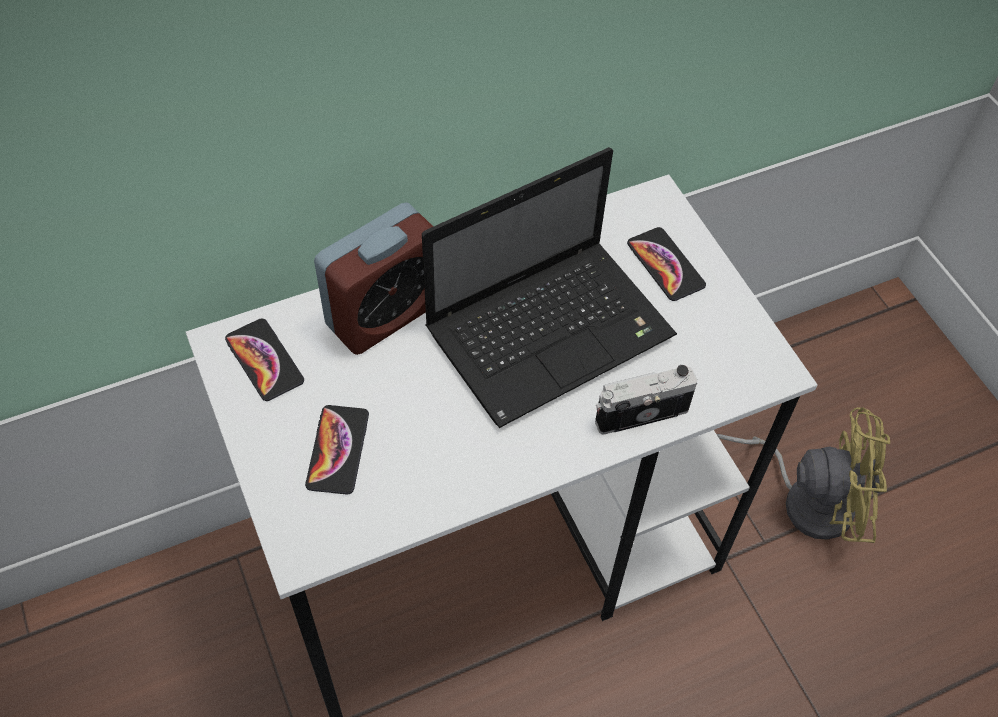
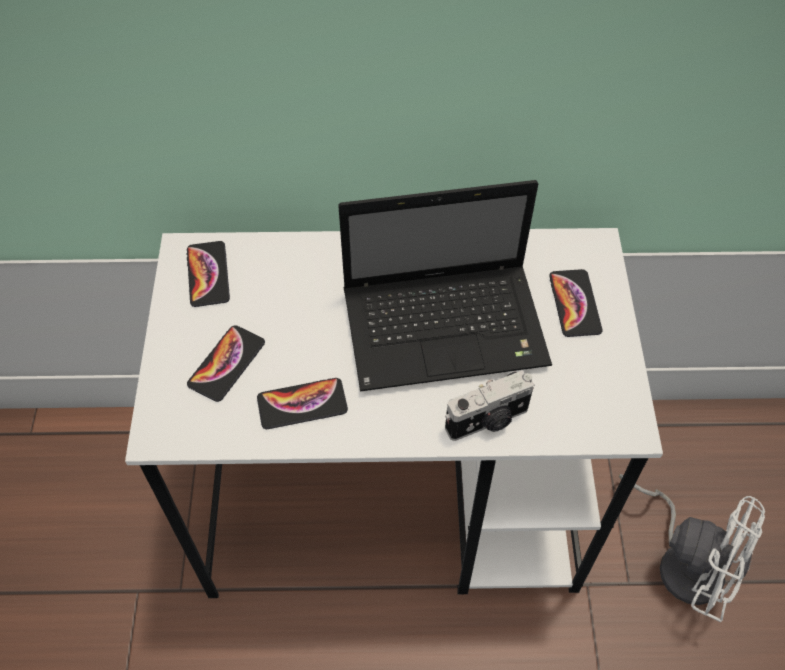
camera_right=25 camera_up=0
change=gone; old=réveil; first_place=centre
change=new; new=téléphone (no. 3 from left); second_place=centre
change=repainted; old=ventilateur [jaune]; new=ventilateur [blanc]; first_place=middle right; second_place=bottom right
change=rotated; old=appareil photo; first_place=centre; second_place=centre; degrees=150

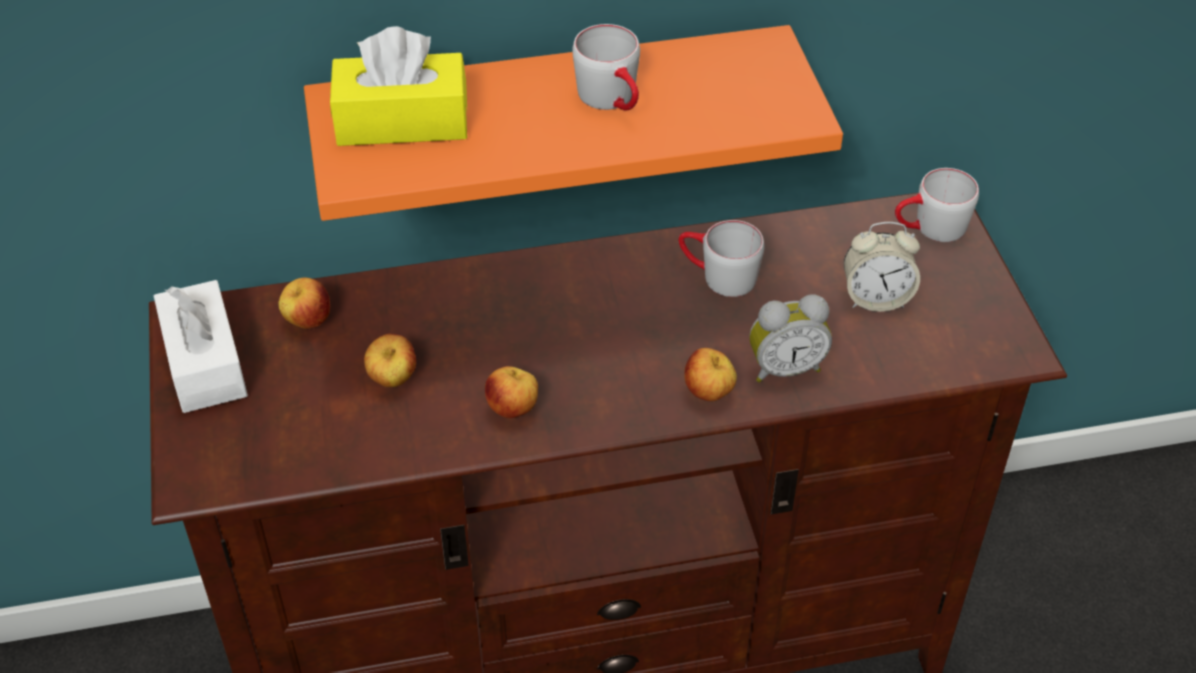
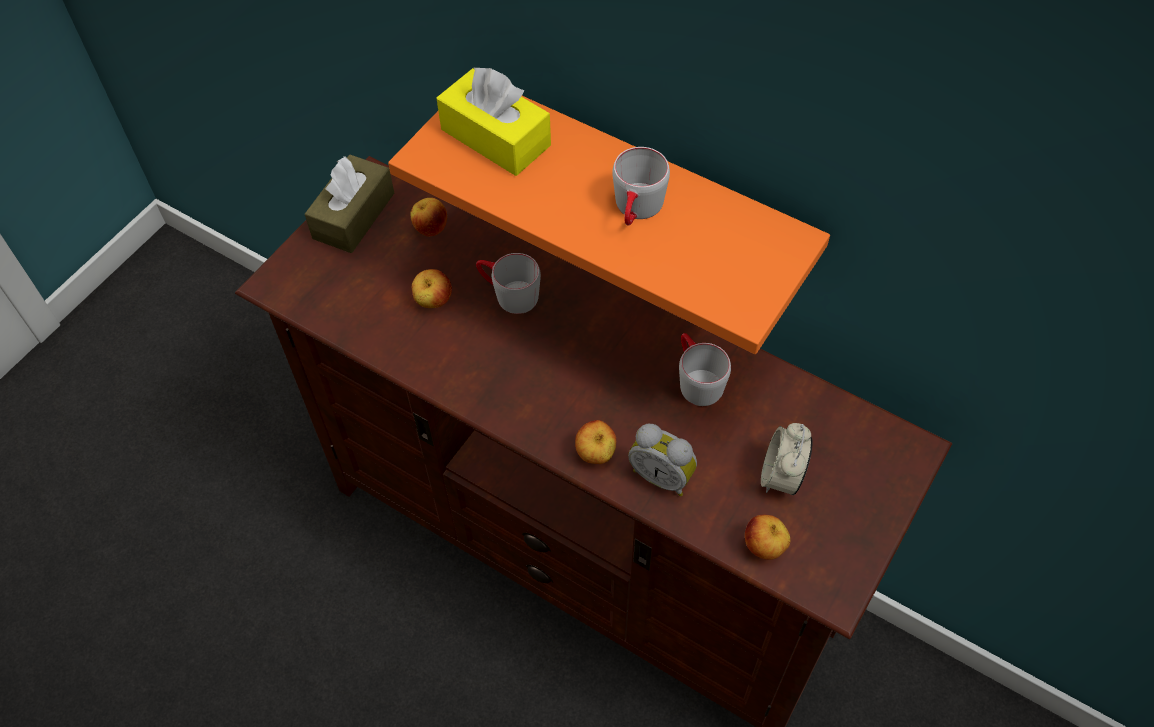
camera_right=45 camera_up=10
change=shifted; old=pomme (no. 3 from left in the first image); new=pomme (no. 4 from left); first_place=centre; second_place=bottom centre
change=shifted; old=mug [gris] (no. 3 from left in the first image); new=mug [gris] (no. 1 from left); first_place=top right; second_place=centre
change=repainted; old=boîte à mouchoirs [blanc]; new=boîte à mouchoirs [marron]; first_place=middle left; second_place=top left
change=rotated; old=réveil (no. 2 from left); first_place=middle right; second_place=middle right; degrees=60

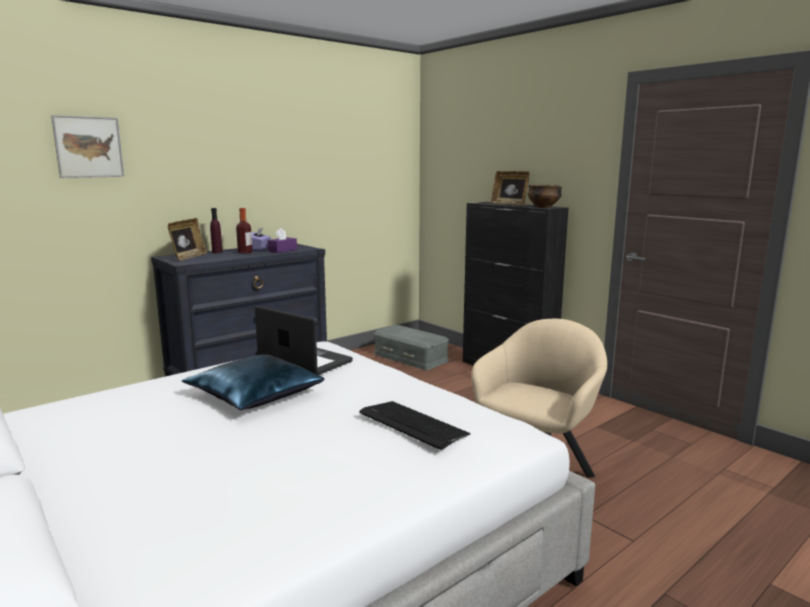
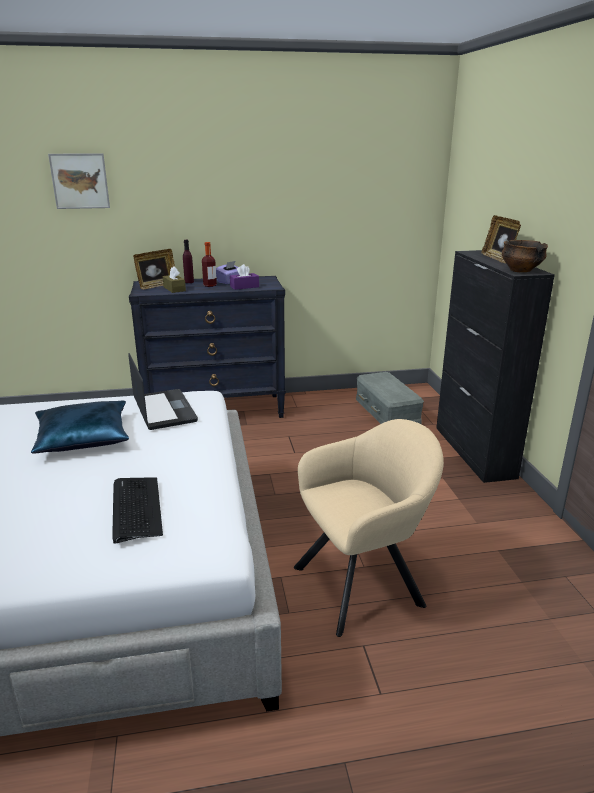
camera_right=30 camera_up=10
change=new; new=boîte à mouchoirs [marron]; second_place=middle left

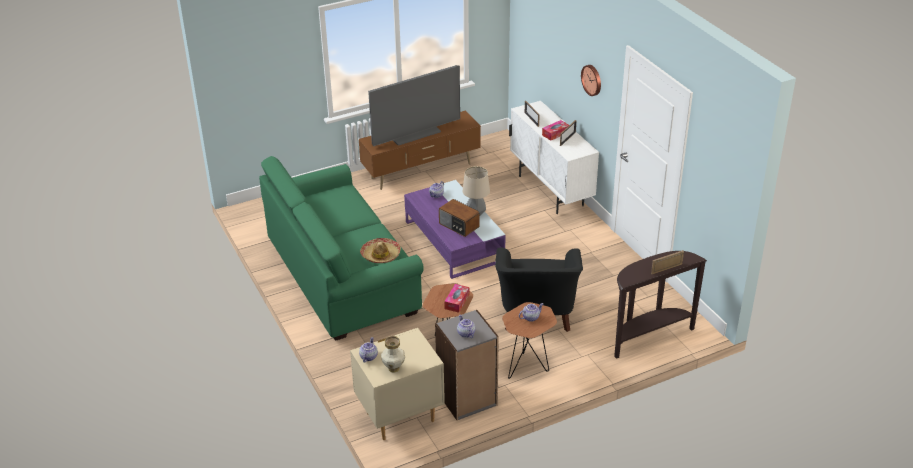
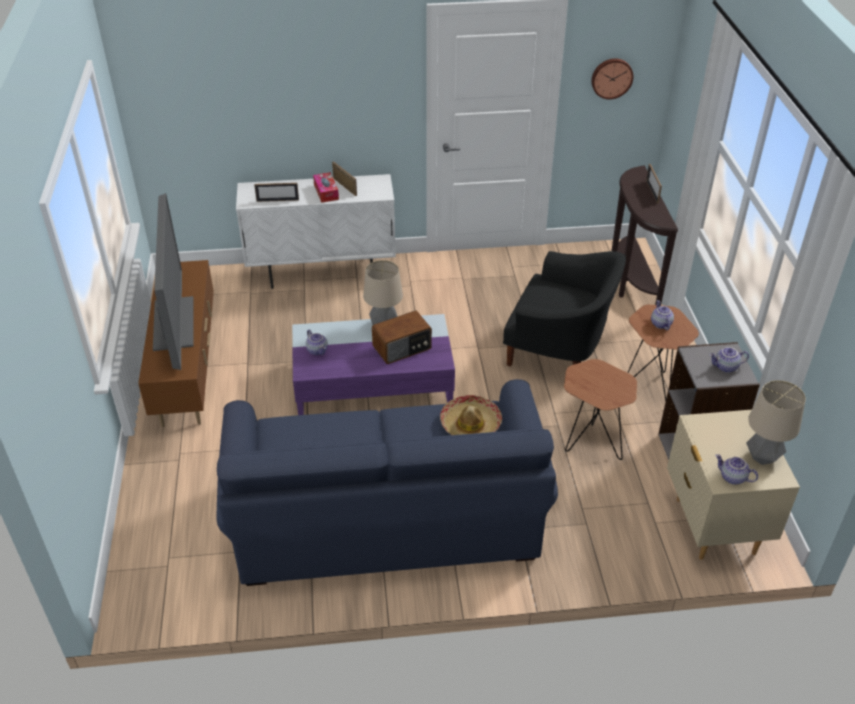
camera_right=-70 camera_up=5
change=gone; old=boîte à mouchoirs (no. 1 from left); first_place=centre
change=shifted; old=horloge murale; first_place=top centre; second_place=top right
change=swapped; old=vase; new=lampe de table (no. 2 from left); first_place=bottom centre; second_place=middle right
change=repainted; old=canapé [vert]; new=canapé [bleu]; first_place=centre; second_place=bottom centre

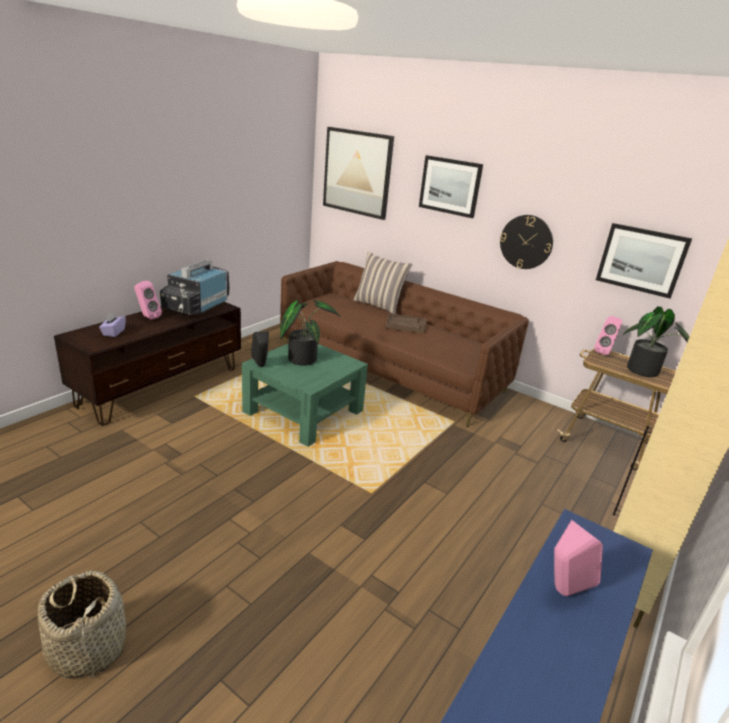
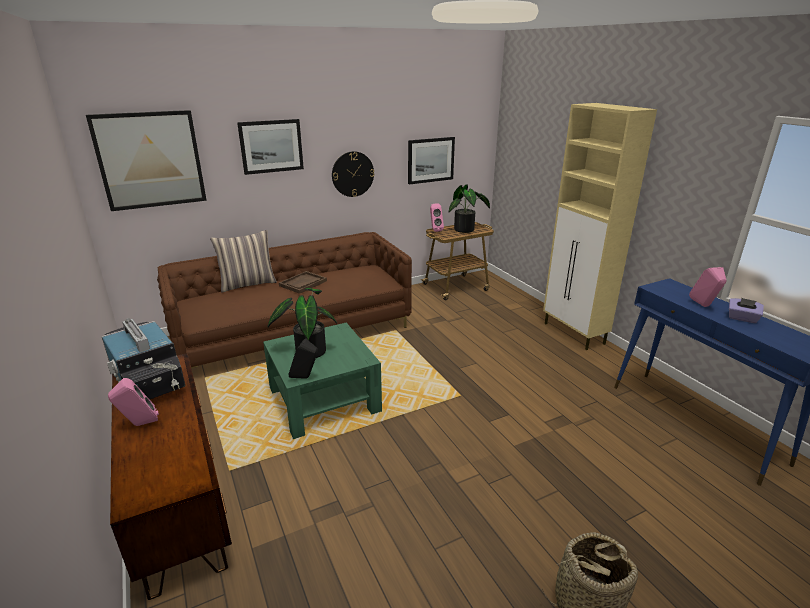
camera_right=-60 camera_up=0
change=shifted; old=boîte à mouchoirs [violet]; first_place=middle left; second_place=middle right

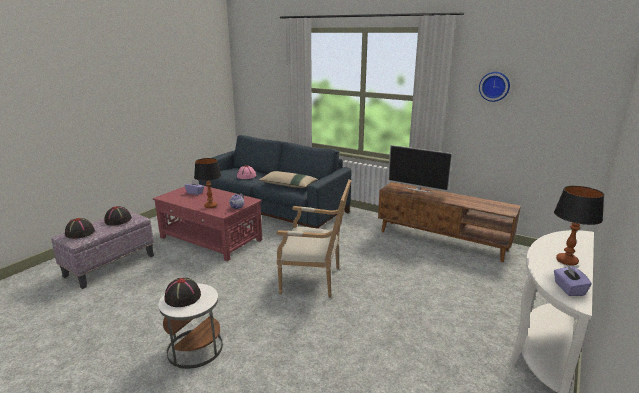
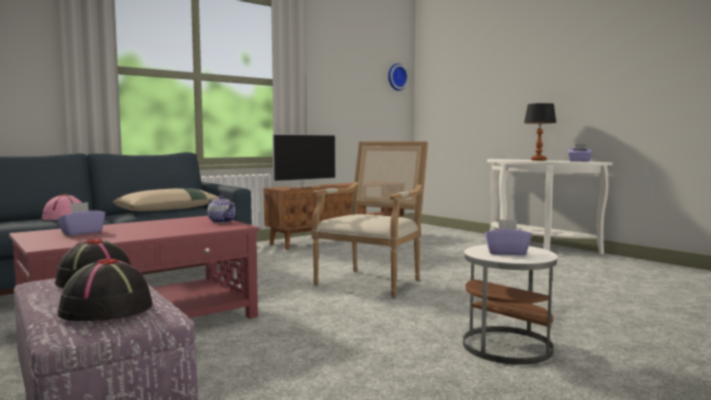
camera_right=-70 camera_up=-15
change=gone; old=lampe de table (no. 1 from left); first_place=middle left
change=shifted; old=horloge murale; first_place=top right; second_place=top centre
change=swapped; old=chapeau [noir] (no. 3 from left); new=boîte à mouchoirs [violet] (no. 2 from left); first_place=bottom left; second_place=middle right

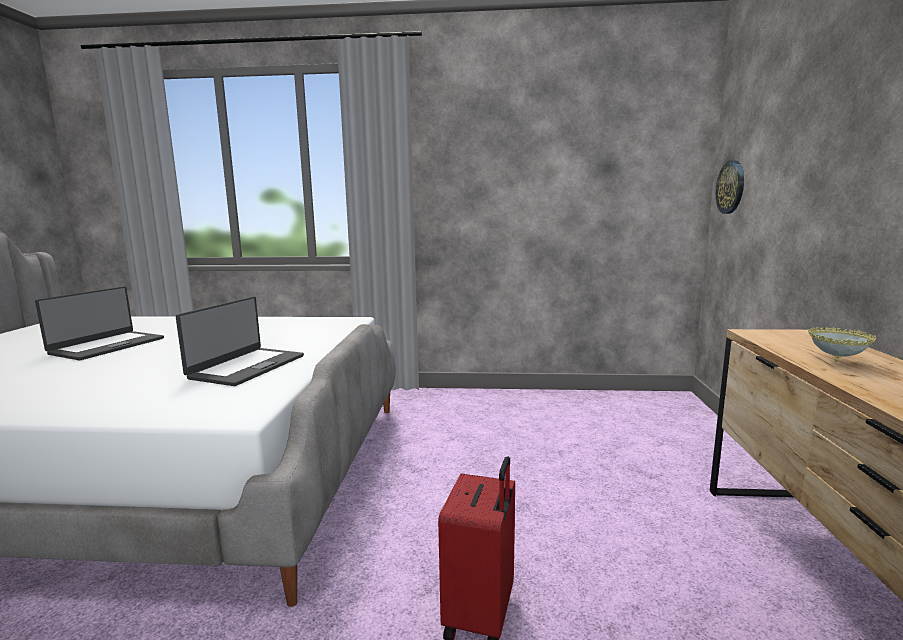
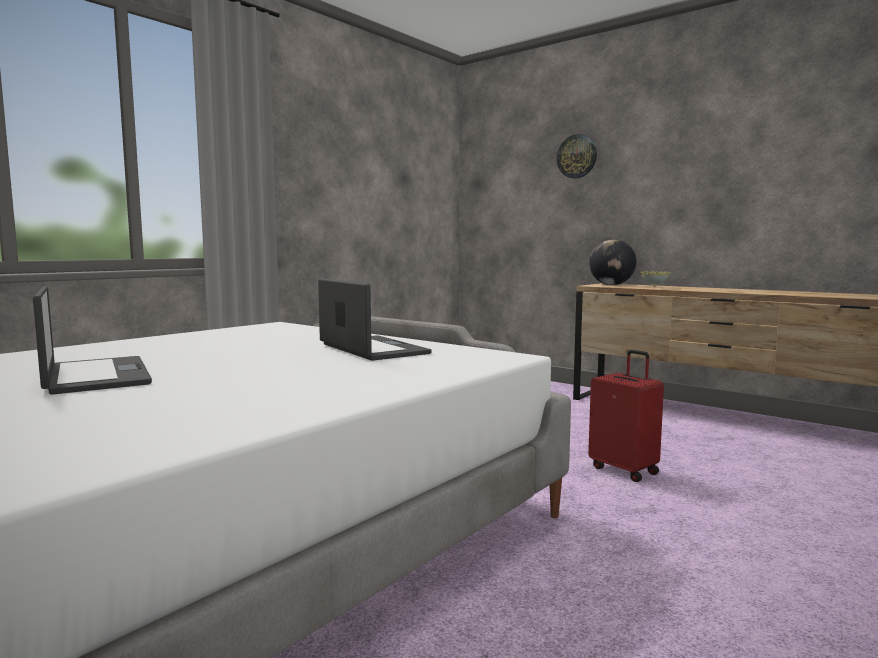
camera_right=-55 camera_up=-5
change=new; new=globe; second_place=middle right
change=shifted; old=horloge murale; first_place=top right; second_place=top centre

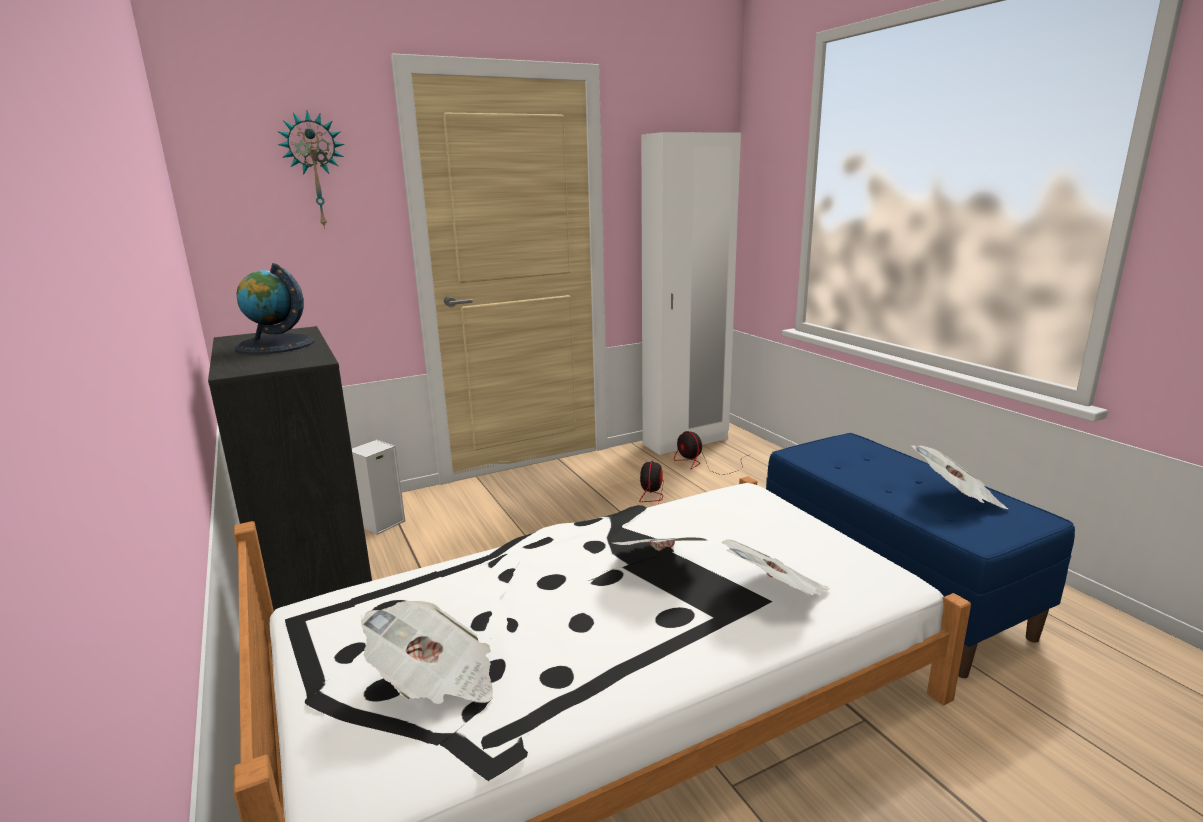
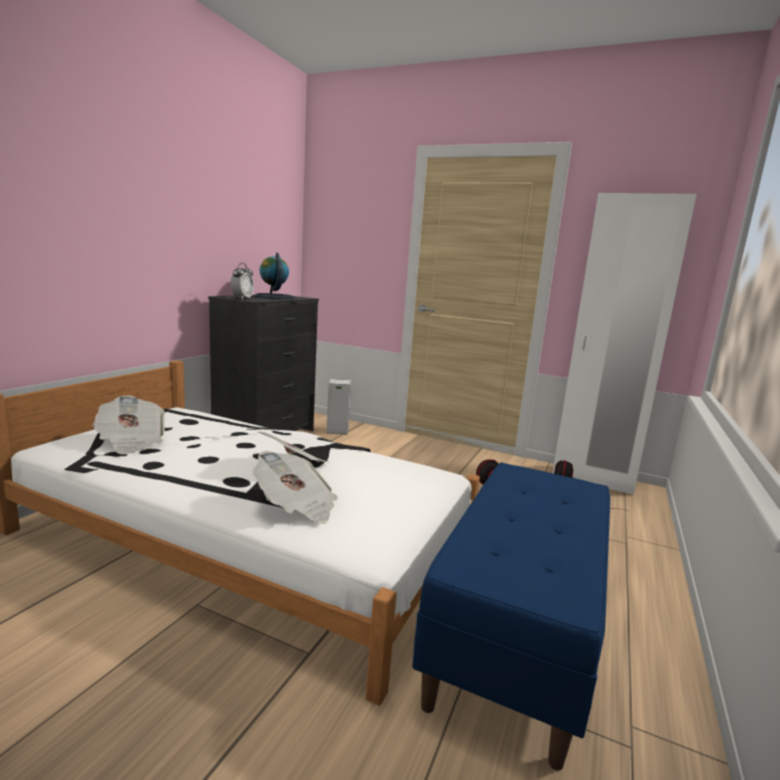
camera_right=50 camera_up=-5
change=gone; old=horloge murale; first_place=top left
change=gone; old=journal (no. 4 from left); first_place=middle right
change=new; new=réveil; second_place=middle left

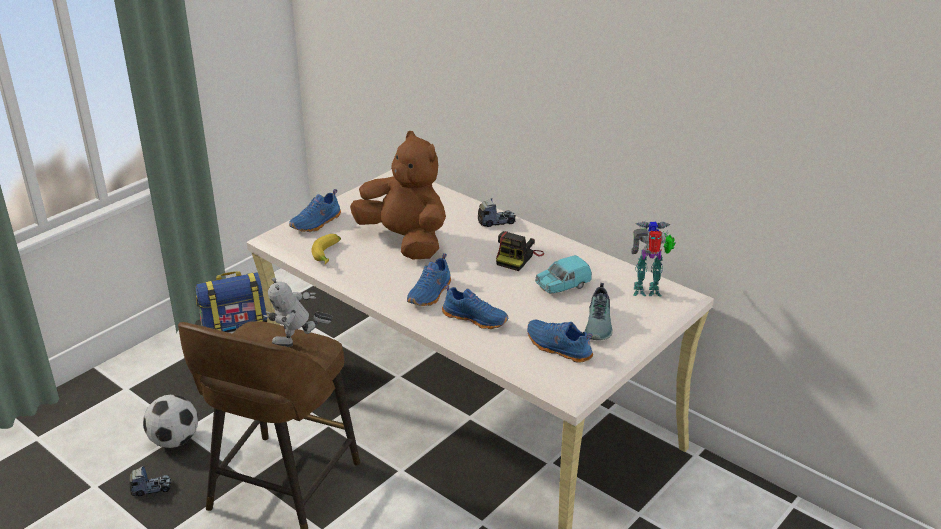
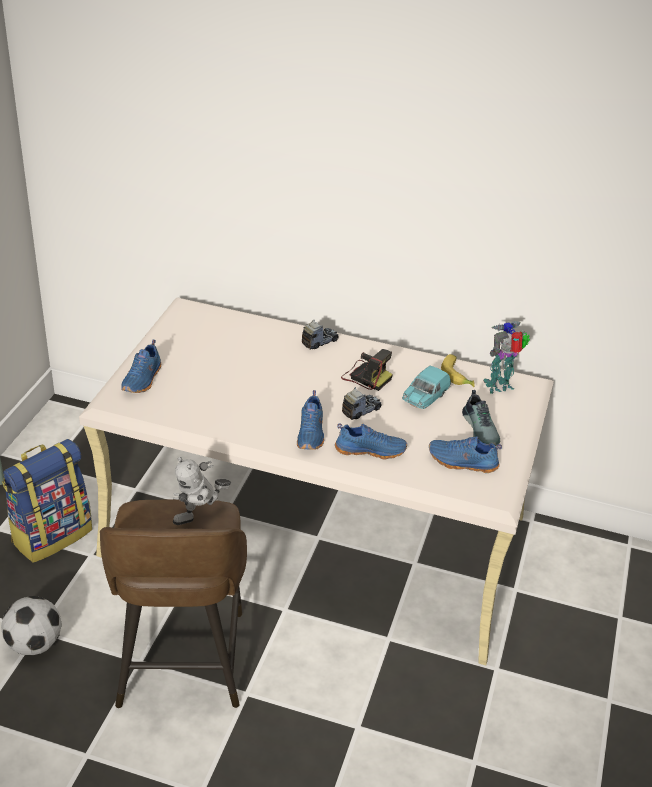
camera_right=-25 camera_up=5
change=gone; old=peluche [marron]; first_place=centre
change=shifted; old=camion jouet (no. 1 from left in the first image); new=camion jouet (no. 2 from left); first_place=bottom left; second_place=centre
change=shifted; old=banane; first_place=centre; second_place=middle right
change=rotated; old=appareil photo; first_place=centre; second_place=centre; degrees=-60

